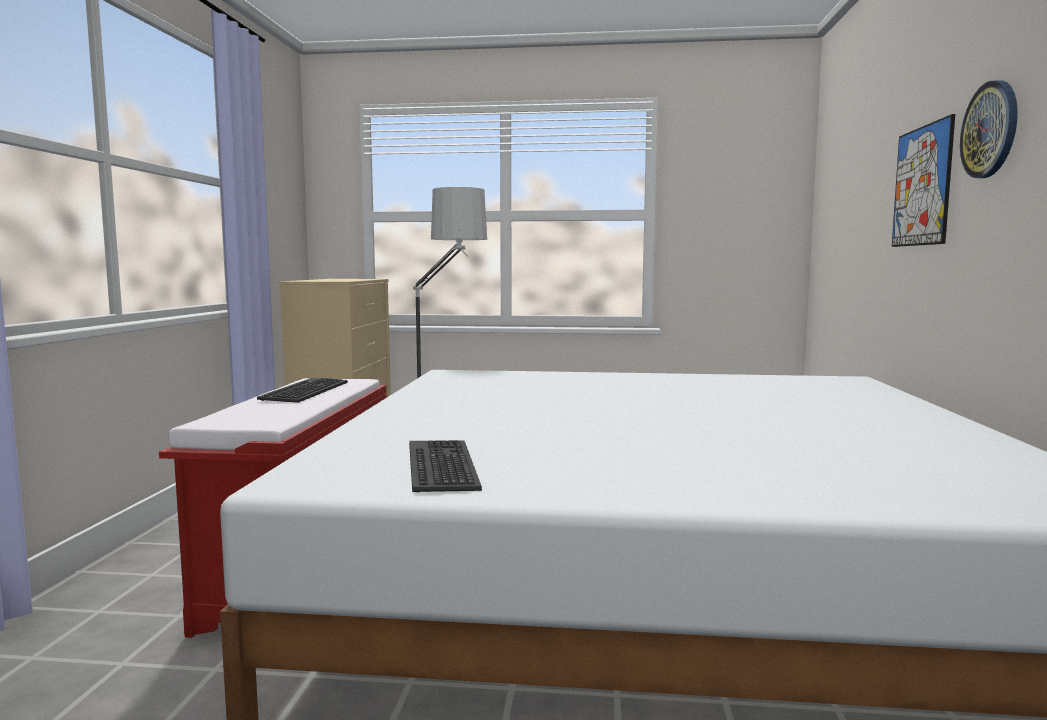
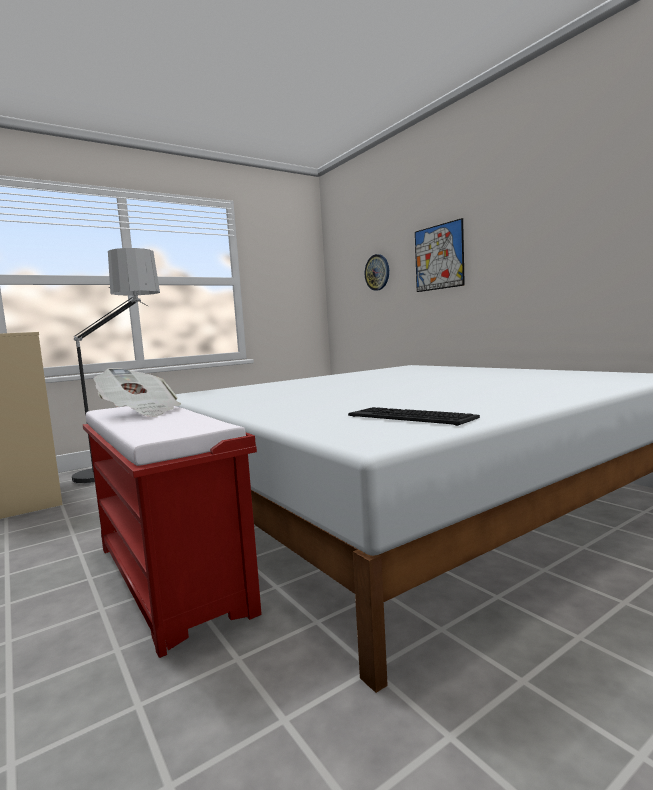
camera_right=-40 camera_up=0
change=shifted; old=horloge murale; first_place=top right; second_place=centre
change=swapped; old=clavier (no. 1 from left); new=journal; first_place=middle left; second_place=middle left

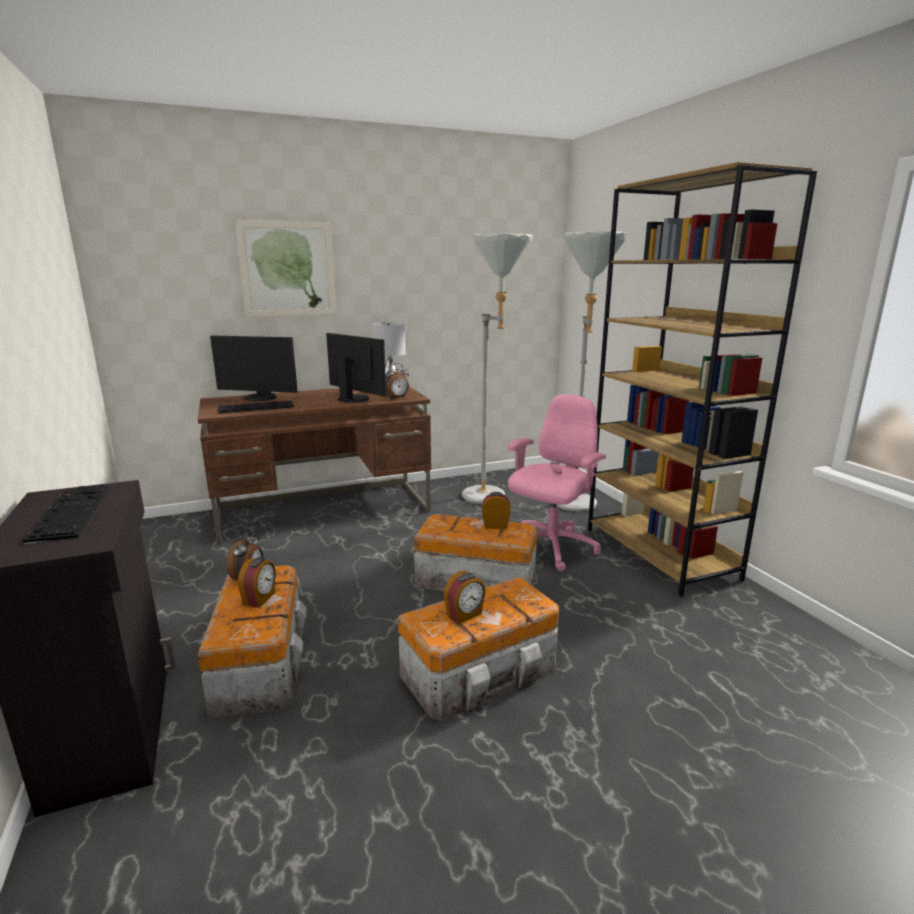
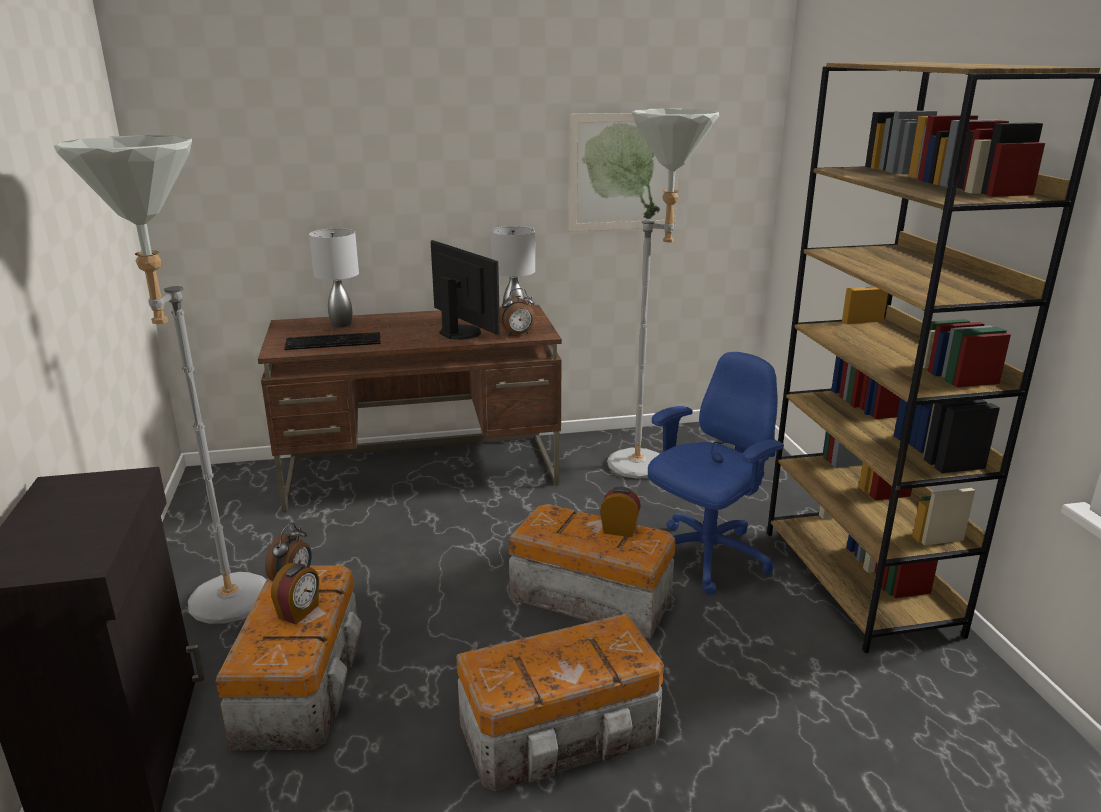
camera_right=10 camera_up=5
change=gone; old=clavier (no. 1 from left); first_place=middle left
change=gone; old=réveil (no. 4 from left); first_place=centre
change=shifted; old=tableau; first_place=top left; second_place=top centre
change=shifted; old=lampadaire [gris] (no. 2 from left in the first image); new=lampadaire [gris] (no. 1 from left); first_place=centre; second_place=middle left
change=swapped; old=écran d'ordinateur (no. 1 from left); new=lampe de table [gris] (no. 1 from left); first_place=middle left; second_place=middle left
change=repainted; old=chaise de bureau [rose]; new=chaise de bureau [bleu]; first_place=centre; second_place=centre

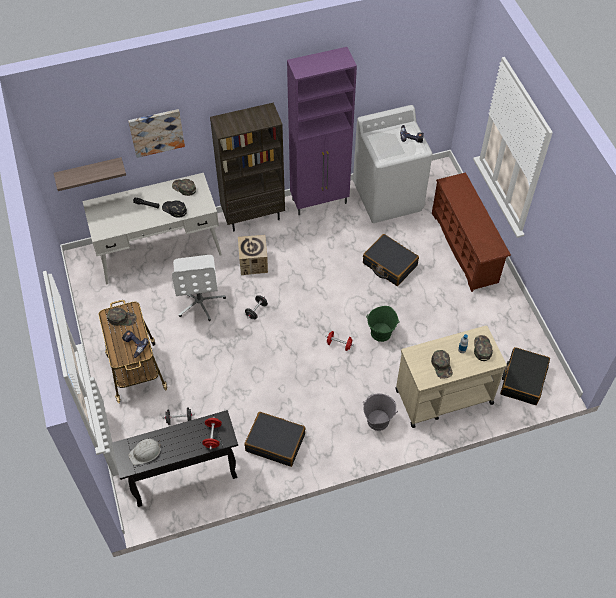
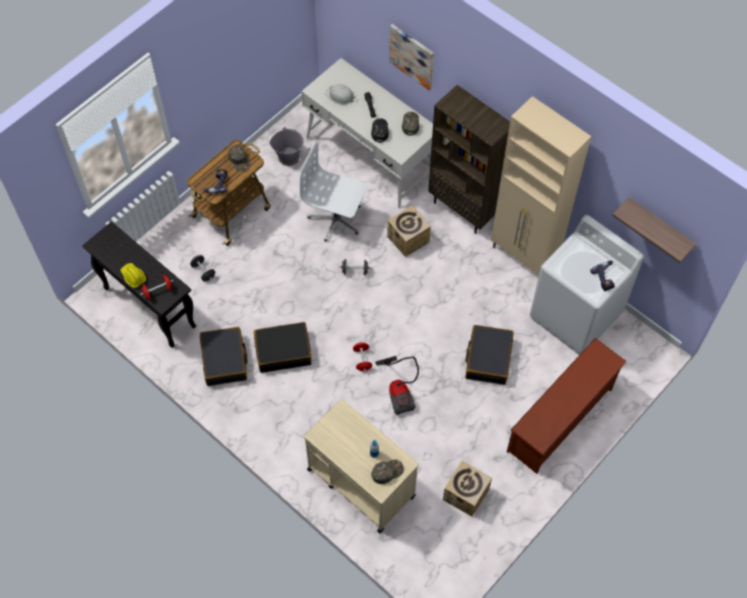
camera_right=60 camera_up=5
change=gone; old=casquette [vert] (no. 3 from left); first_place=middle right
change=new; new=casque de chantier [jaune]; second_place=middle left
change=new; new=carton (no. 2 from left); second_place=bottom centre
change=shifted; old=étagère; first_place=top left; second_place=middle right
change=shifted; old=casque de chantier [blanc]; first_place=bottom left; second_place=top centre
change=shifted; old=seau [gris]; first_place=bottom centre; second_place=top centre
change=shifted; old=valise [noir] (no. 3 from left in the first image); new=valise [noir] (no. 2 from left); first_place=middle right; second_place=centre
change=swapped; old=seau [vert]; new=aspirateur; first_place=centre; second_place=centre
change=repainted; old=meuble de rangement [violet]; new=meuble de rangement [beige]; first_place=top centre; second_place=top right
change=rotated; old=chaise de bureau [blanc]; first_place=middle left; second_place=top centre; degrees=60

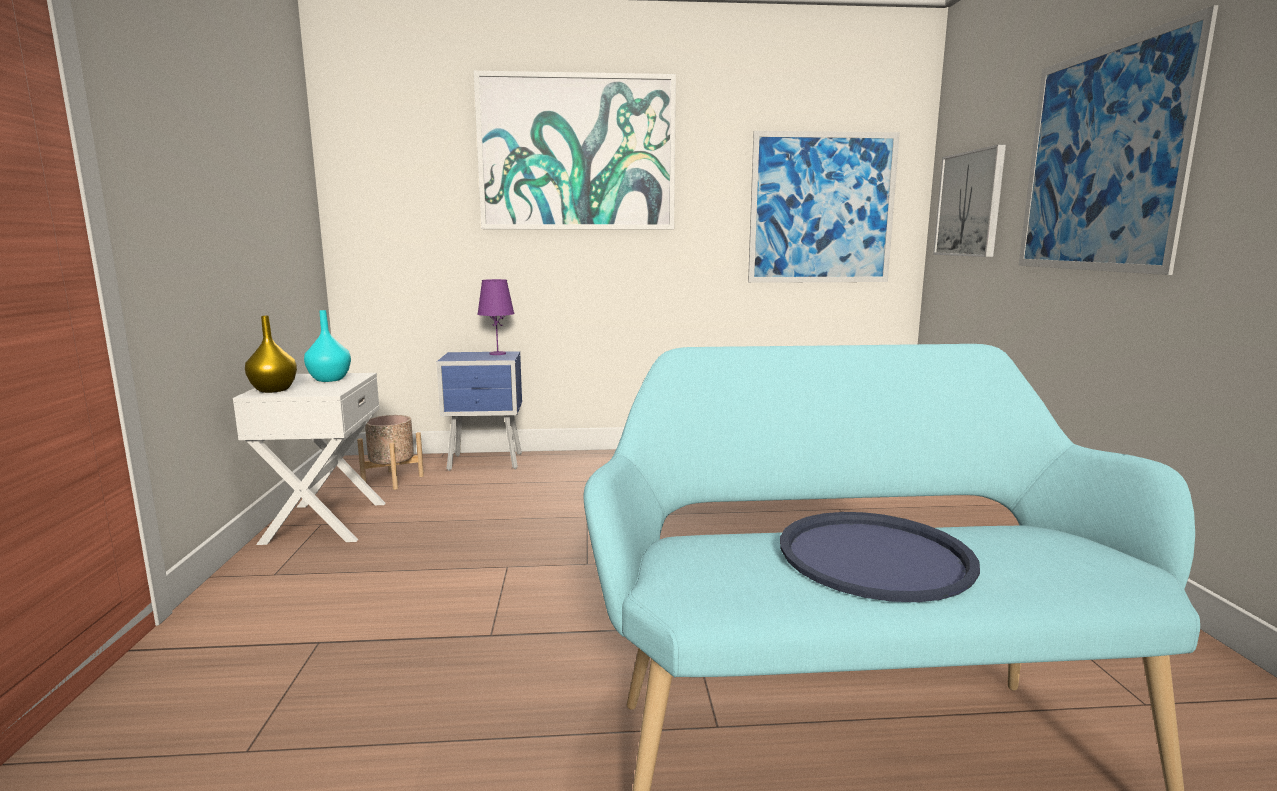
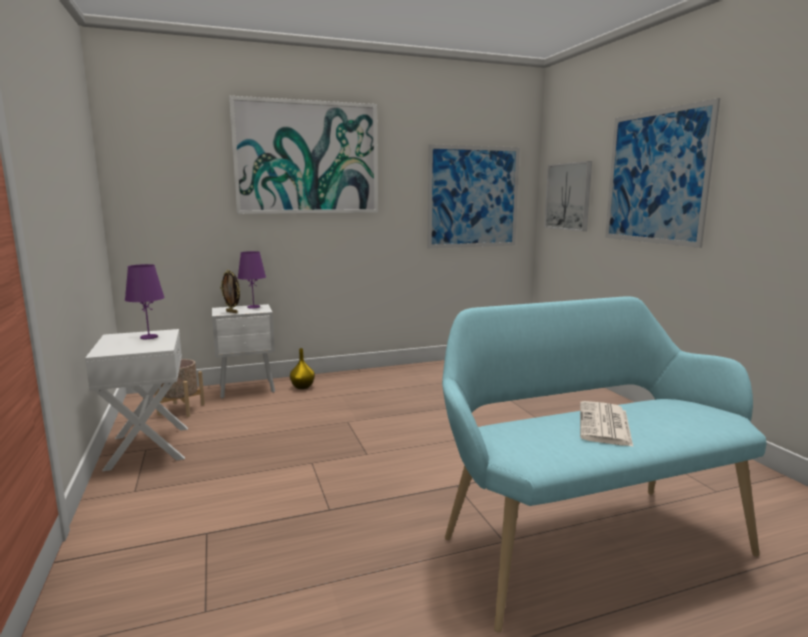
camera_right=-15 camera_up=0
change=new; new=cadre photo; second_place=middle left
change=shifted; old=vase [jaune]; first_place=middle left; second_place=centre
change=swapped; old=vase [turquoise]; new=lampe de table [violet] (no. 1 from left); first_place=middle left; second_place=middle left
change=swapped; old=plateau [bleu]; new=journal; first_place=bottom right; second_place=middle right
change=repainted; old=table de chevet [bleu]; new=table de chevet [blanc] (no. 2 from left); first_place=centre; second_place=middle left

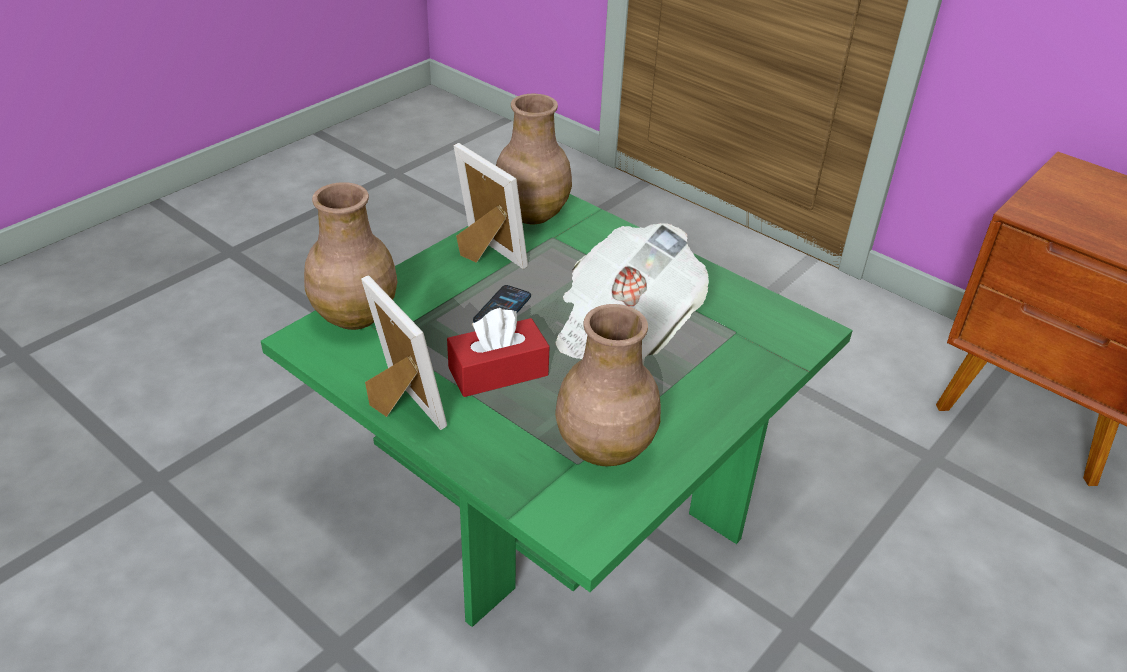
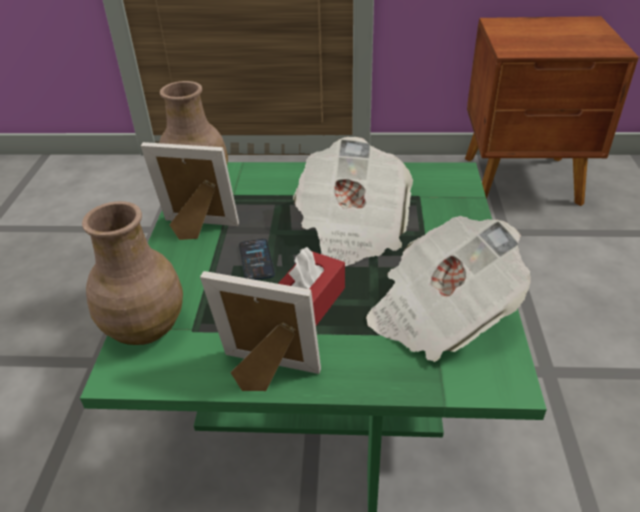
camera_right=-35 camera_up=0
change=swapped; old=vase [marron] (no. 3 from left); new=journal (no. 2 from left); first_place=centre; second_place=middle right

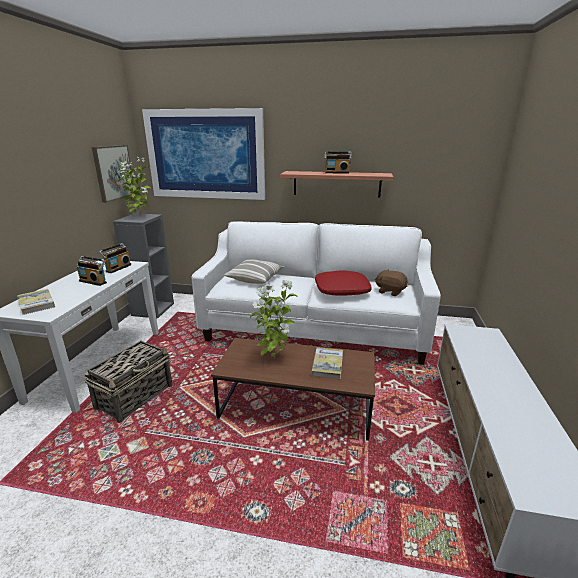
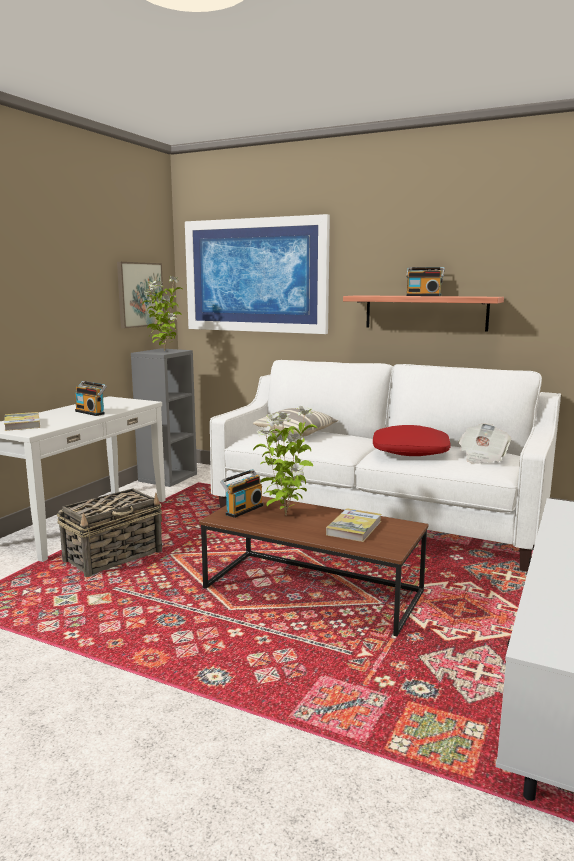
camera_right=15 camera_up=-10
change=shifted; old=radio (no. 2 from left); first_place=middle left; second_place=centre
change=swapped; old=peluche [marron]; new=journal; first_place=middle right; second_place=middle right

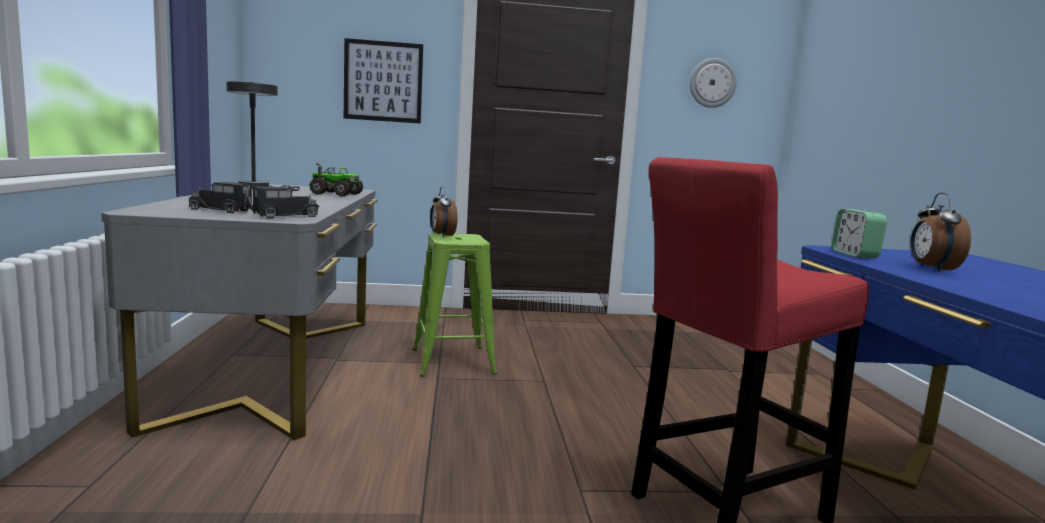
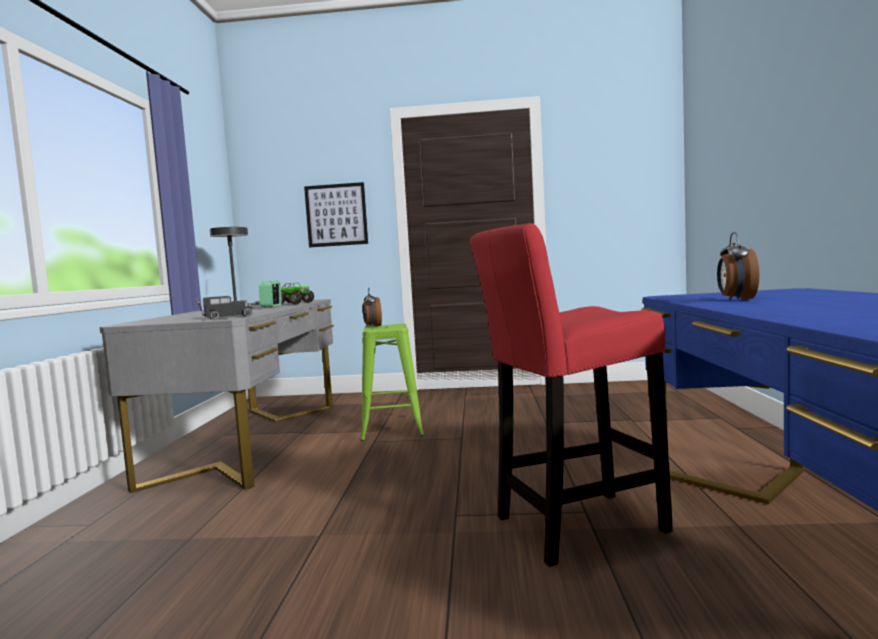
camera_right=10 camera_up=-5
change=gone; old=camion jouet (no. 1 from left); first_place=middle left
change=gone; old=horloge murale; first_place=top right
change=shifted; old=réveil (no. 2 from left in the first image); new=réveil (no. 1 from left); first_place=middle right; second_place=middle left

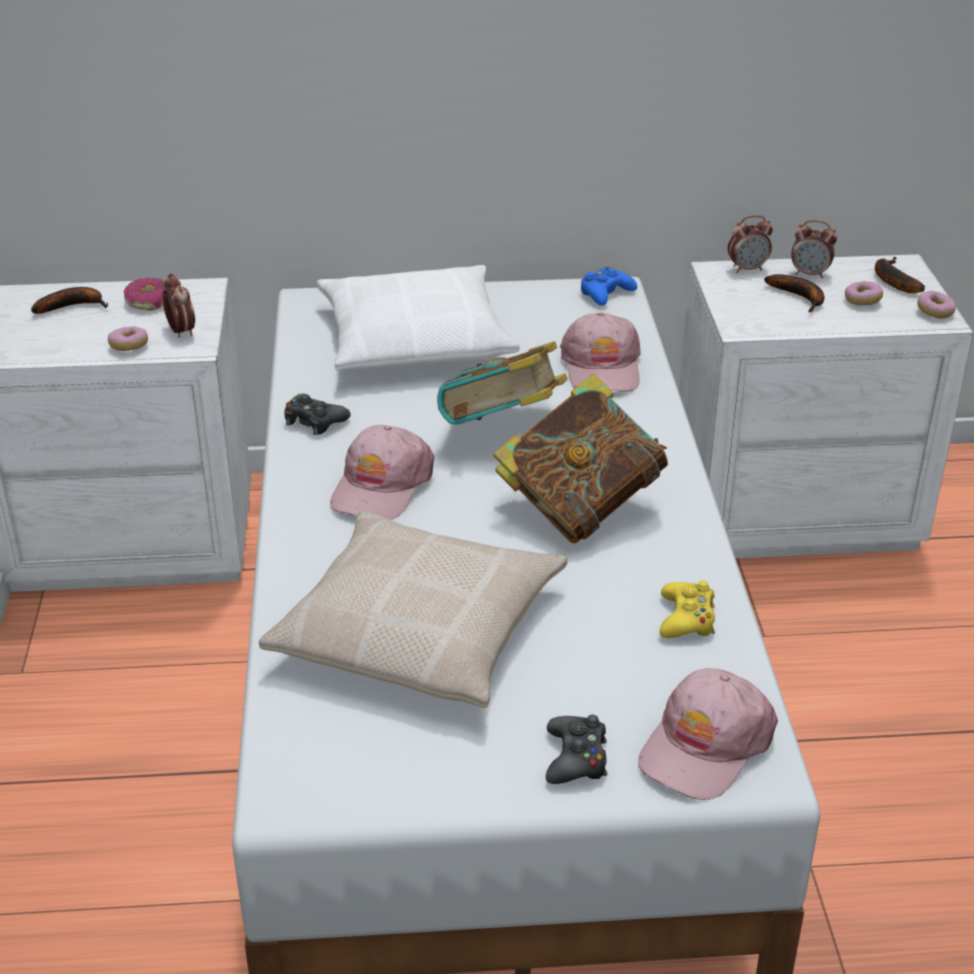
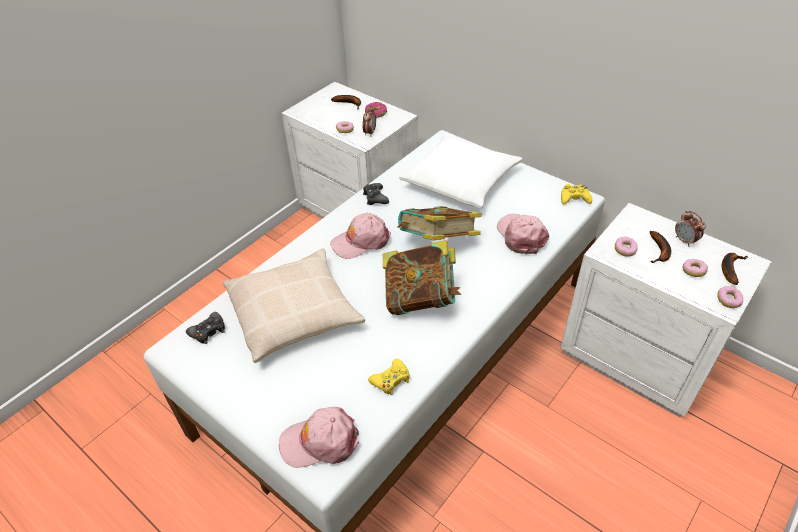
camera_right=45 camera_up=10
change=gone; old=réveil (no. 2 from left); first_place=top right
change=new; new=beignet (no. 3 from left); second_place=middle right
change=shifted; old=manette [noir] (no. 2 from left in the first image); new=manette [noir] (no. 1 from left); first_place=bottom centre; second_place=middle left
change=repainted; old=manette [bleu]; new=manette [jaune] (no. 2 from left); first_place=top centre; second_place=middle right
change=rotated; old=casquette [rose] (no. 2 from left in the first image); first_place=centre; second_place=centre; degrees=120

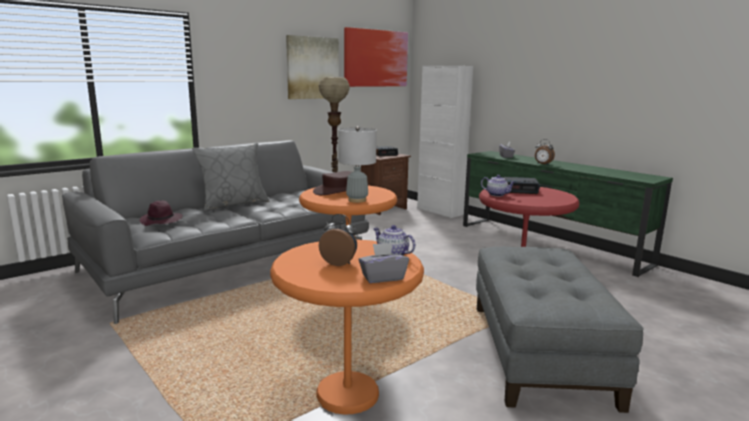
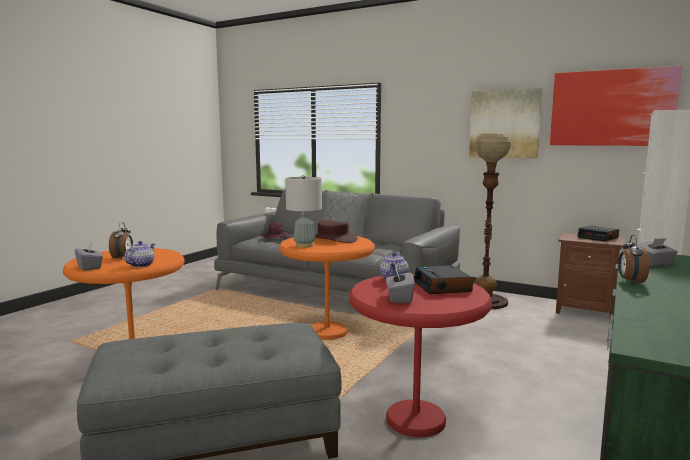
camera_right=70 camera_up=-5
change=new; new=boîte à mouchoirs [gris] (no. 2 from left); second_place=centre

